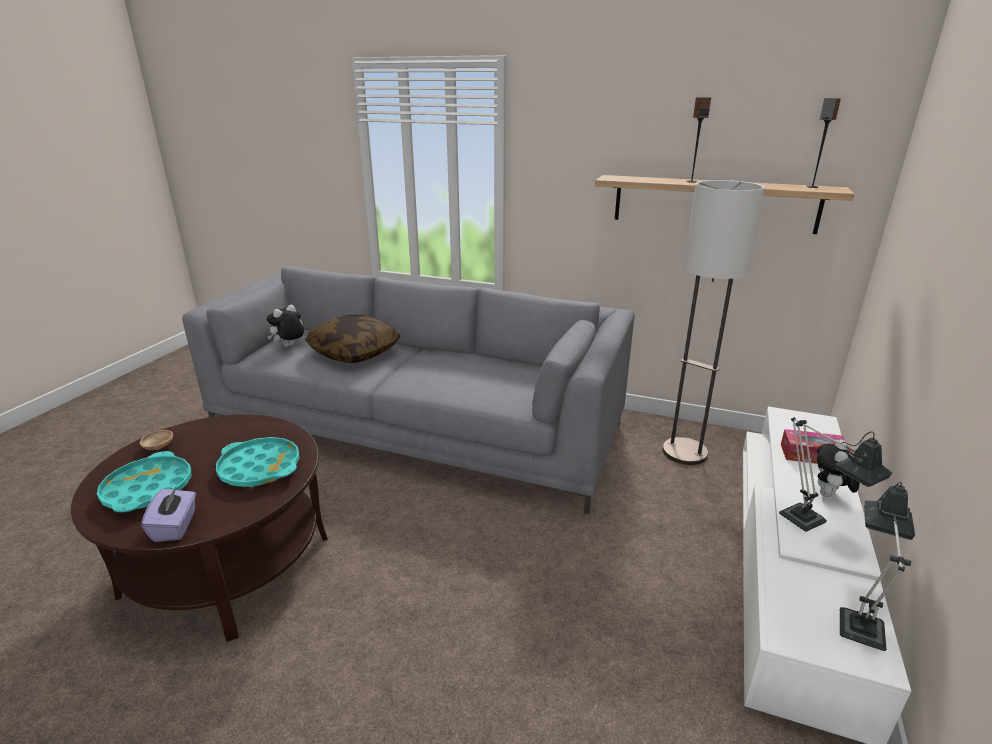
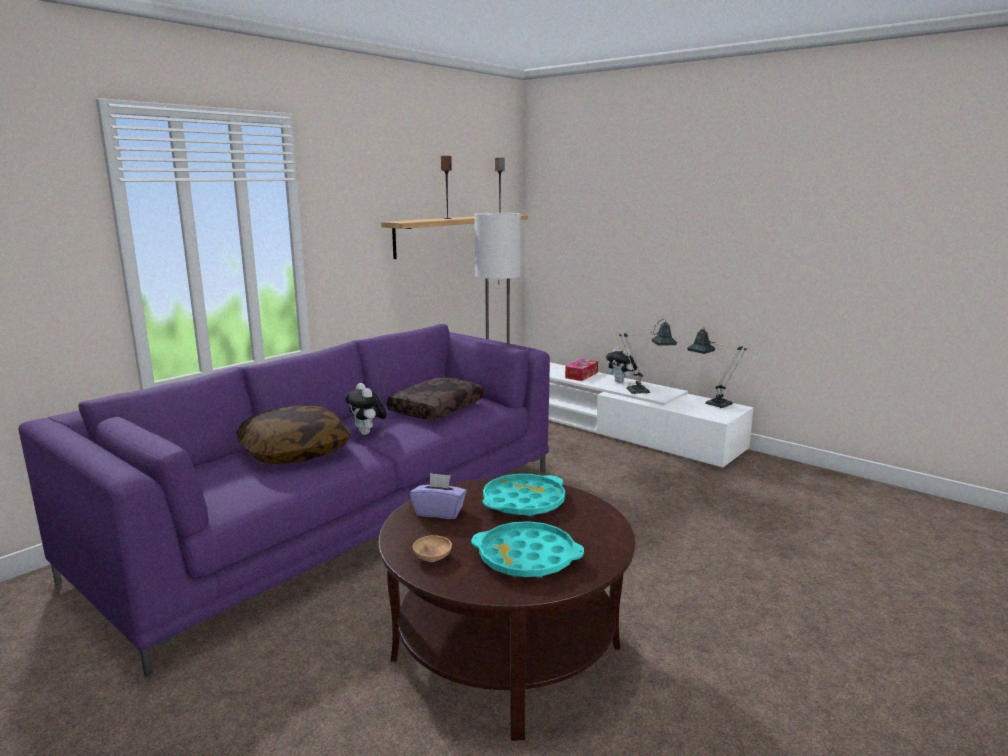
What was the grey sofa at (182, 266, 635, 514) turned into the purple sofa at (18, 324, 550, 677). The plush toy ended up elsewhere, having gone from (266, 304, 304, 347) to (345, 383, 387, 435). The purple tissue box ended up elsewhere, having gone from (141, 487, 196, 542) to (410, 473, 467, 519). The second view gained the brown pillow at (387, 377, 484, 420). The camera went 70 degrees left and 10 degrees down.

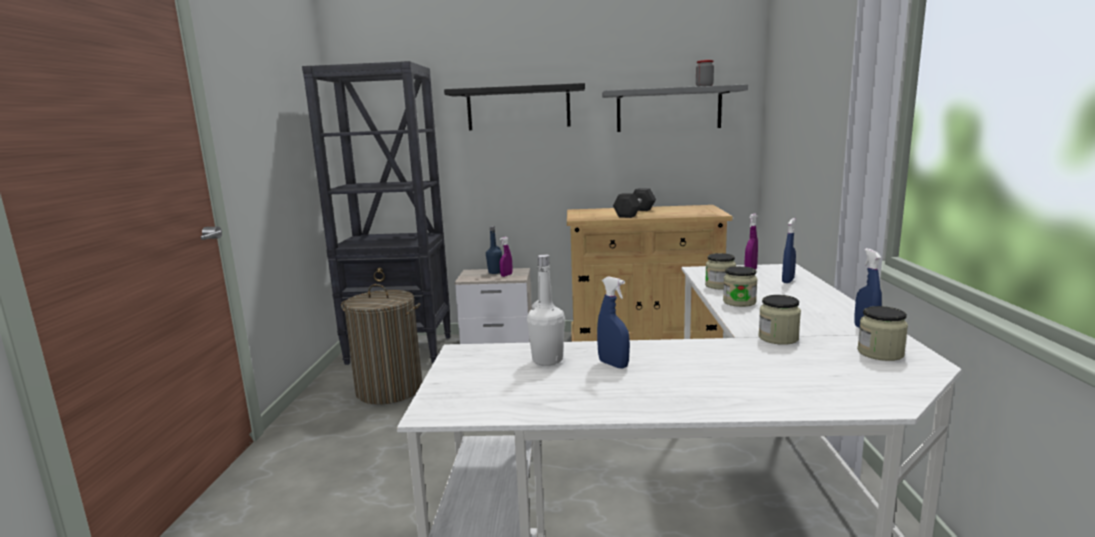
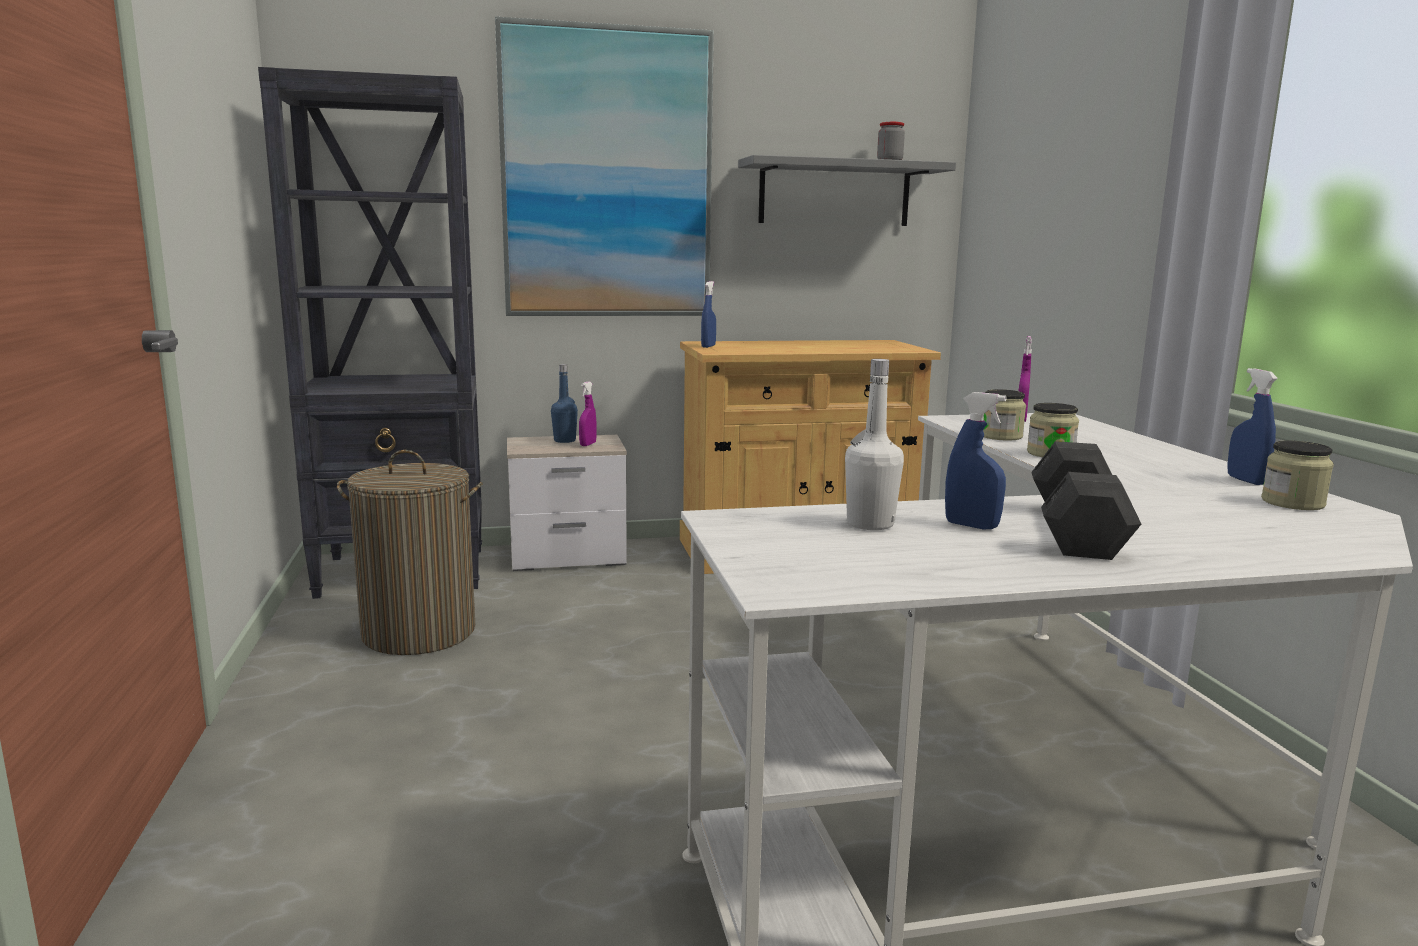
Where the black shelf hung at (444, 83, 585, 130), the picture came to hang at (495, 16, 714, 316). The grey dumbbell ended up elsewhere, having gone from (613, 188, 656, 218) to (1031, 441, 1141, 560). The blue spray bottle ended up elsewhere, having gone from (782, 218, 796, 283) to (701, 281, 716, 348). The second view lost the jar at (758, 295, 801, 345). The camera went 15 degrees left and 0 degrees up.

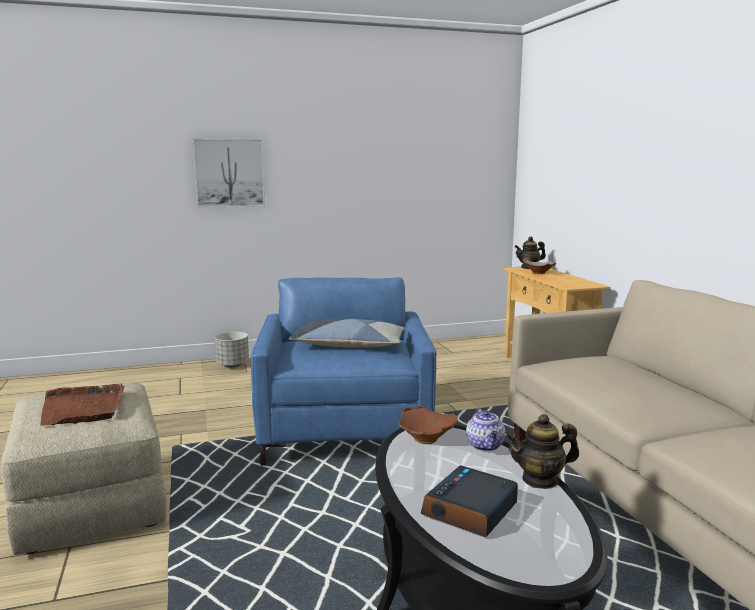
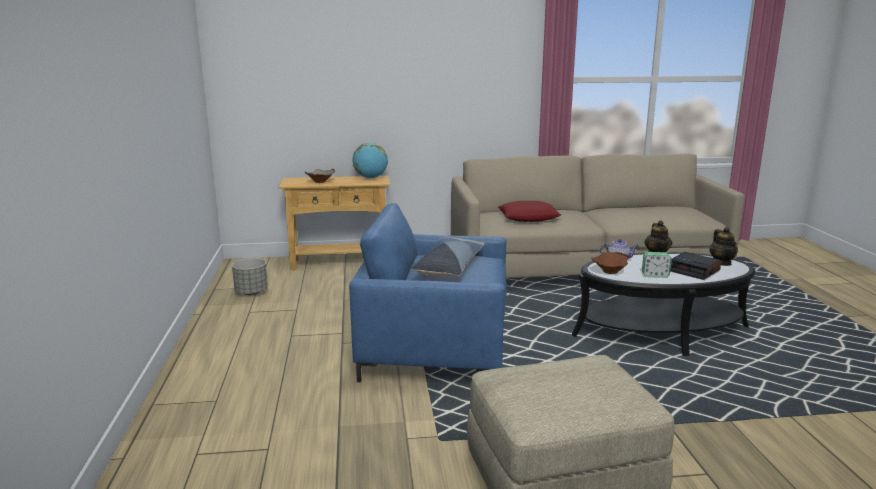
The second view lost the picture at (193, 138, 265, 208). The teapot ended up elsewhere, having gone from (514, 236, 546, 269) to (709, 227, 738, 266). The grey planter ended up elsewhere, having gone from (215, 332, 249, 367) to (232, 258, 268, 295). The second view lost the brown tray at (40, 383, 125, 426). The second view gained the globe at (352, 143, 388, 178). The second view gained the red pillow at (498, 201, 561, 222). The second view gained the alarm clock at (642, 252, 672, 278). The camera went 80 degrees left and 5 degrees up.

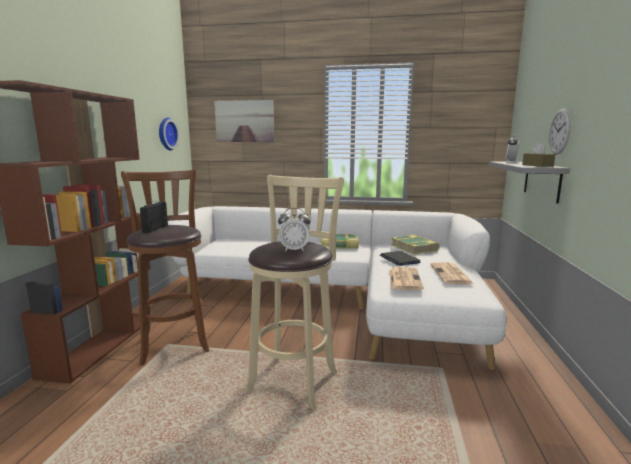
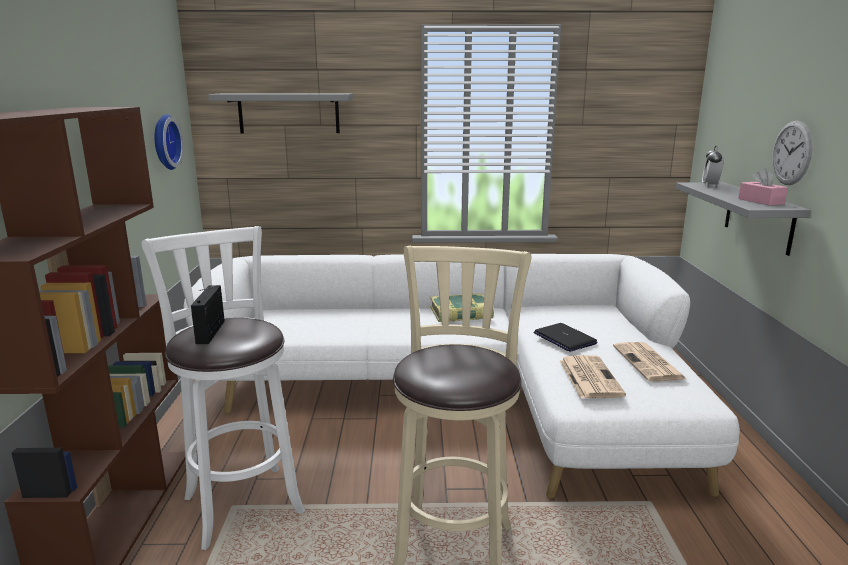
Where the picture hung at (214, 100, 274, 142), the grey shelf came to hang at (208, 93, 353, 133). What was the brown tissue box at (522, 142, 555, 167) turned into the pink tissue box at (738, 168, 788, 205). What was the brown stool at (121, 170, 210, 365) turned into the white stool at (141, 226, 305, 550). The second view lost the alarm clock at (278, 208, 311, 252). The second view lost the book at (391, 235, 440, 254). The camera went 10 degrees left and 5 degrees up.

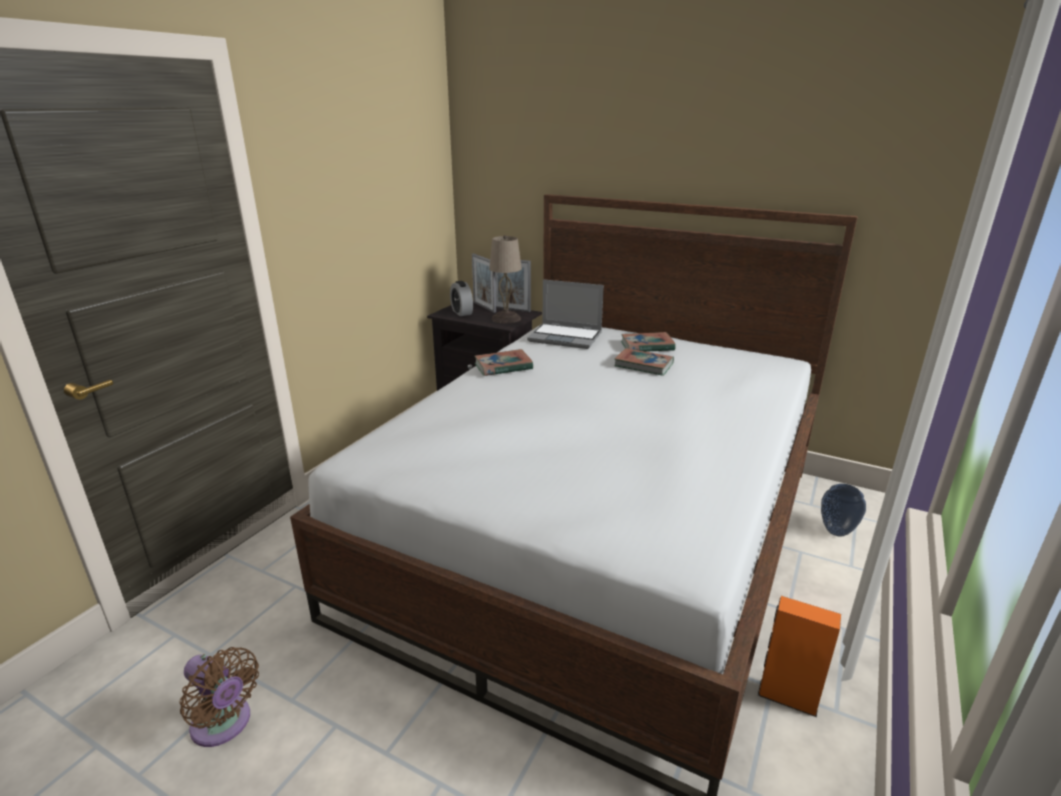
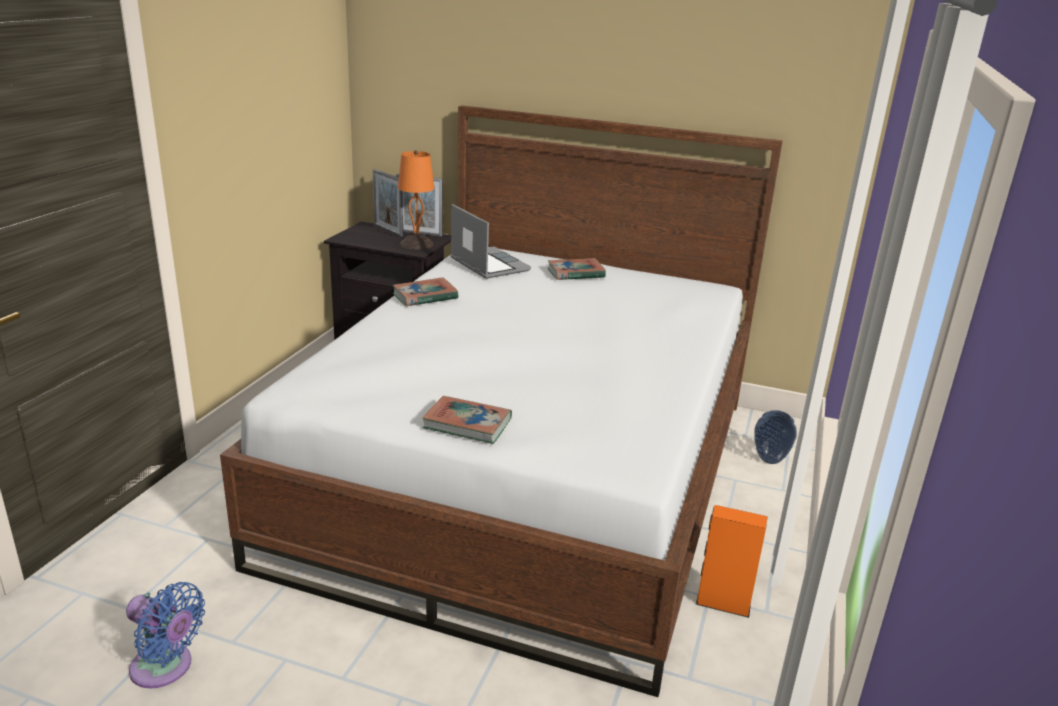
What was the beige table lamp at (489, 235, 522, 324) turned into the orange table lamp at (398, 151, 434, 250). The laptop at (527, 279, 604, 349) ended up facing another way, 135 degrees counterclockwise from before. The second view lost the alarm clock at (450, 281, 473, 316). The book ended up elsewhere, having gone from (614, 348, 674, 376) to (422, 396, 512, 444). What was the brown fan at (179, 647, 259, 747) turned into the blue fan at (126, 582, 205, 689). The camera went 10 degrees left and 0 degrees up.

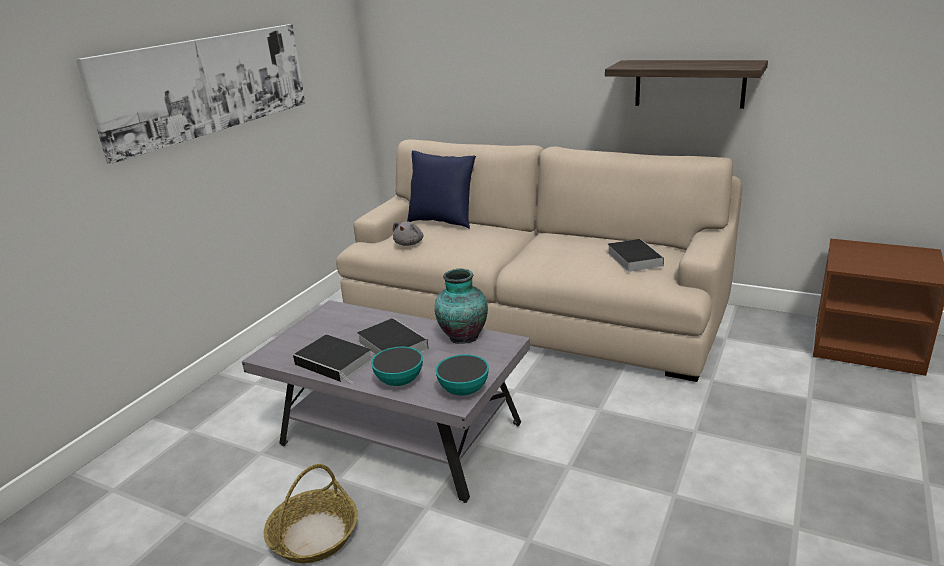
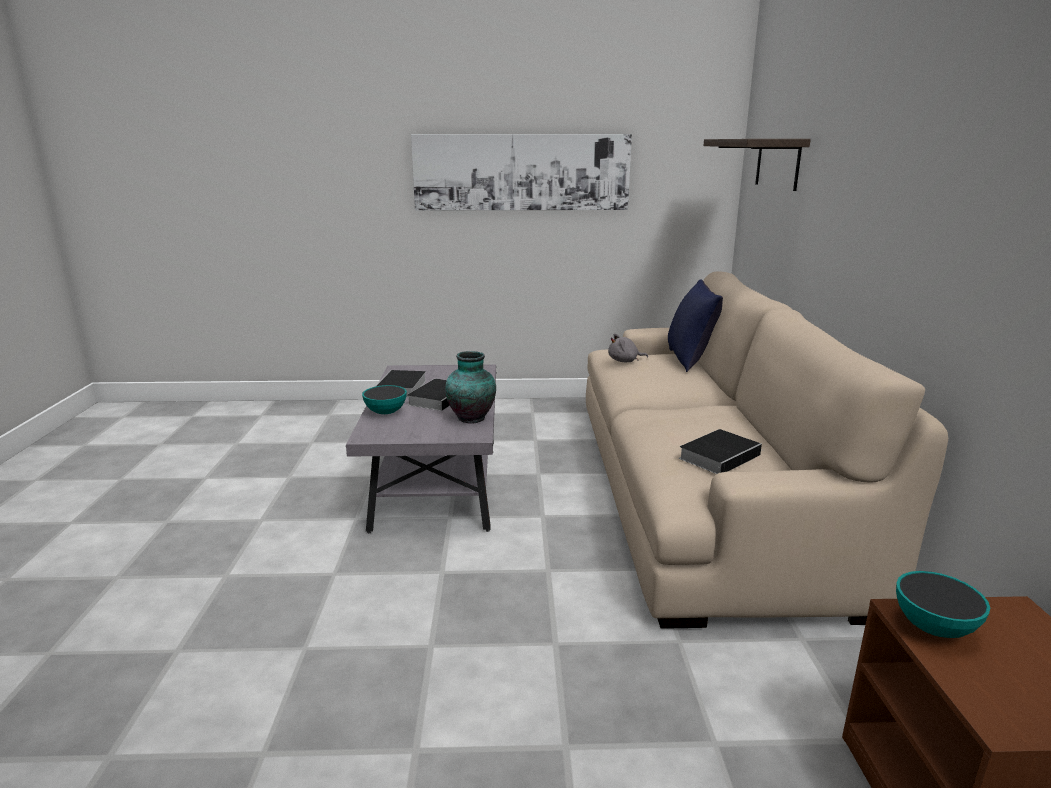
The shelf ended up elsewhere, having gone from (605, 60, 768, 109) to (704, 139, 811, 191). The bowl ended up elsewhere, having gone from (435, 354, 489, 396) to (896, 571, 990, 638). The second view lost the basket at (264, 464, 358, 563). The camera went 60 degrees right and 5 degrees down.

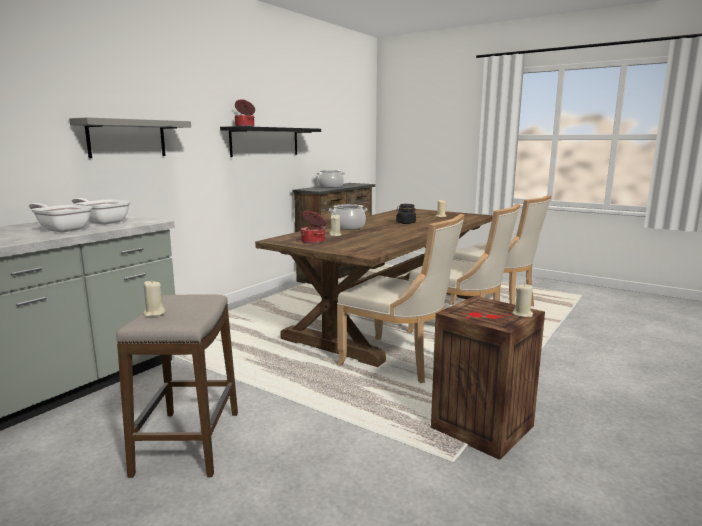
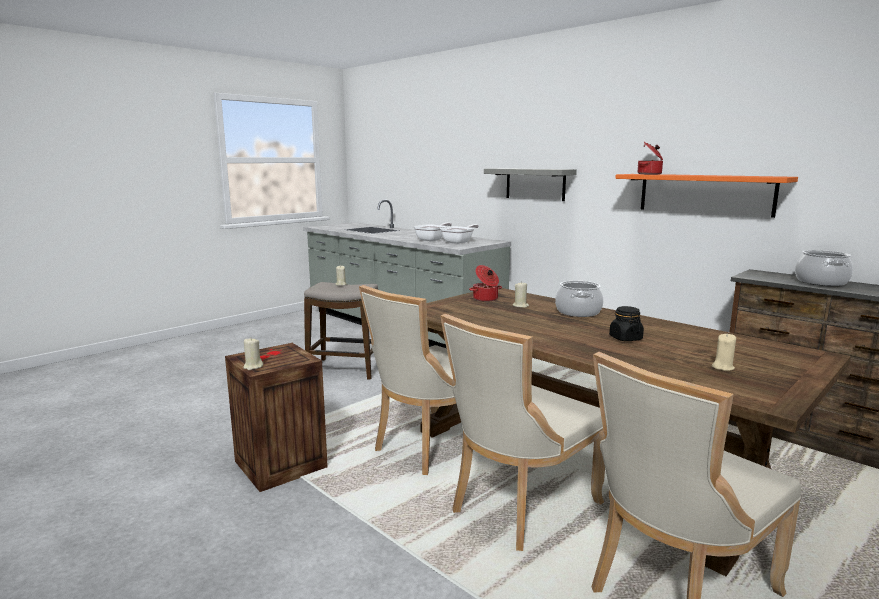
What was the black shelf at (220, 126, 321, 157) turned into the orange shelf at (615, 174, 798, 218). The camera went 100 degrees right and 0 degrees up.

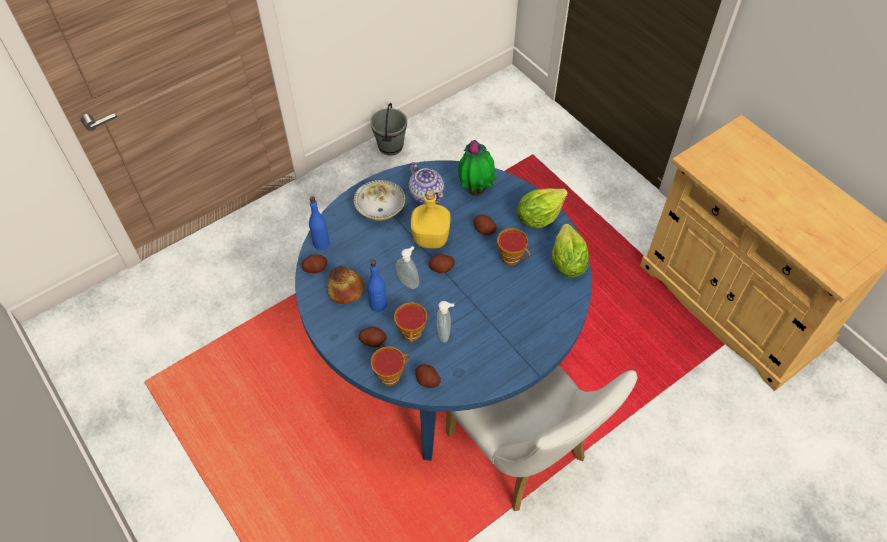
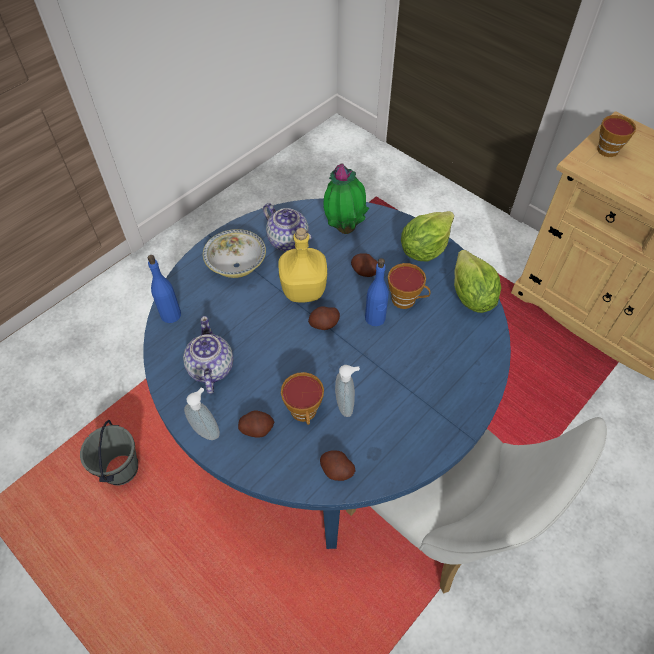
The grey bucket ended up elsewhere, having gone from (370, 103, 407, 156) to (80, 420, 138, 485). The soap dispenser ended up elsewhere, having gone from (396, 246, 419, 289) to (184, 387, 220, 440). The second view lost the potato at (302, 254, 327, 273). The blue bottle ended up elsewhere, having gone from (367, 260, 387, 312) to (365, 258, 389, 326). Where the bread stood at (327, 266, 364, 304), the teapot came to stand at (183, 316, 234, 394). The cup ended up elsewhere, having gone from (371, 346, 410, 386) to (597, 115, 636, 157). The camera went 10 degrees left and 0 degrees up.

